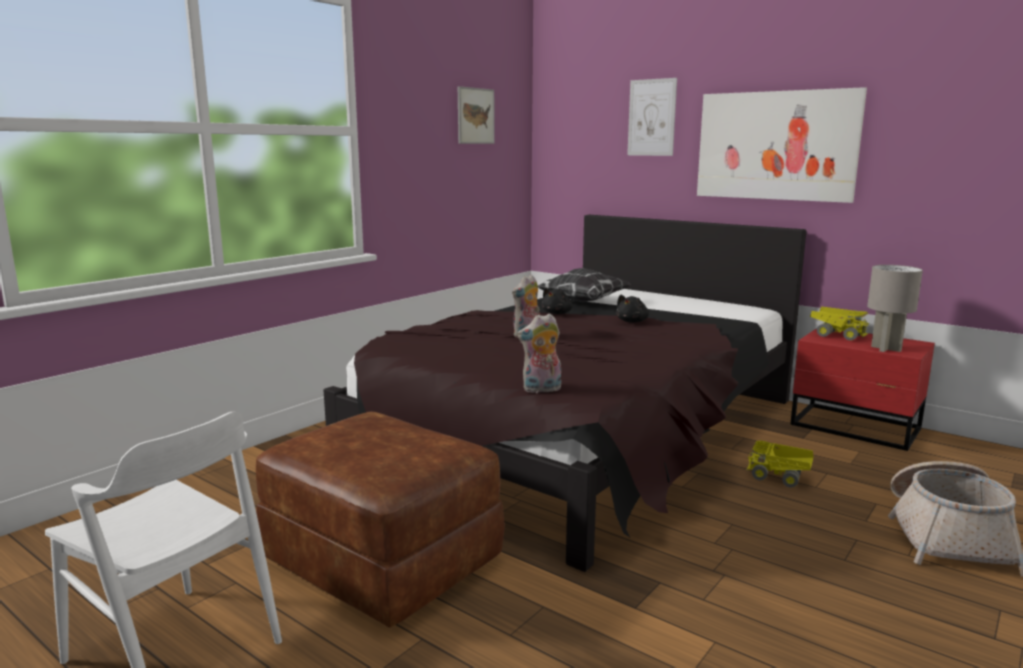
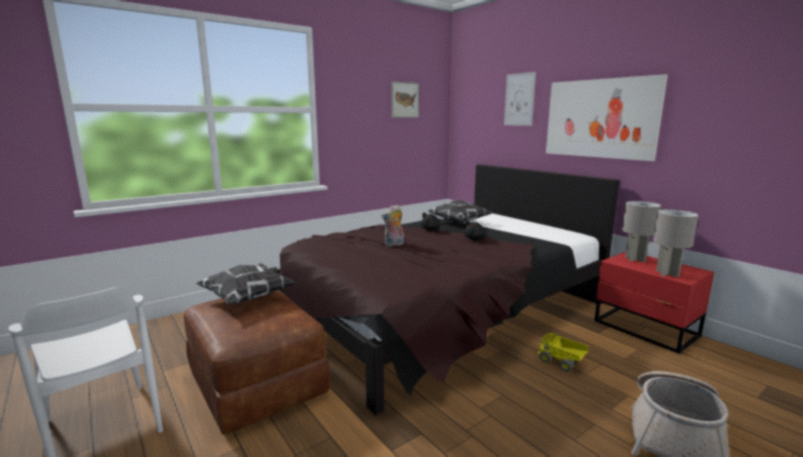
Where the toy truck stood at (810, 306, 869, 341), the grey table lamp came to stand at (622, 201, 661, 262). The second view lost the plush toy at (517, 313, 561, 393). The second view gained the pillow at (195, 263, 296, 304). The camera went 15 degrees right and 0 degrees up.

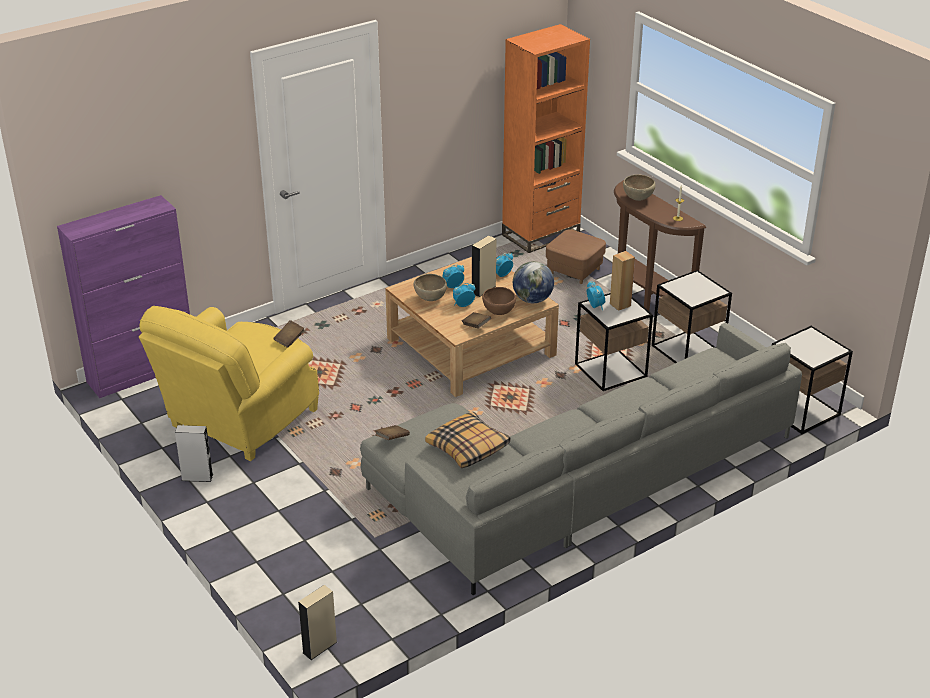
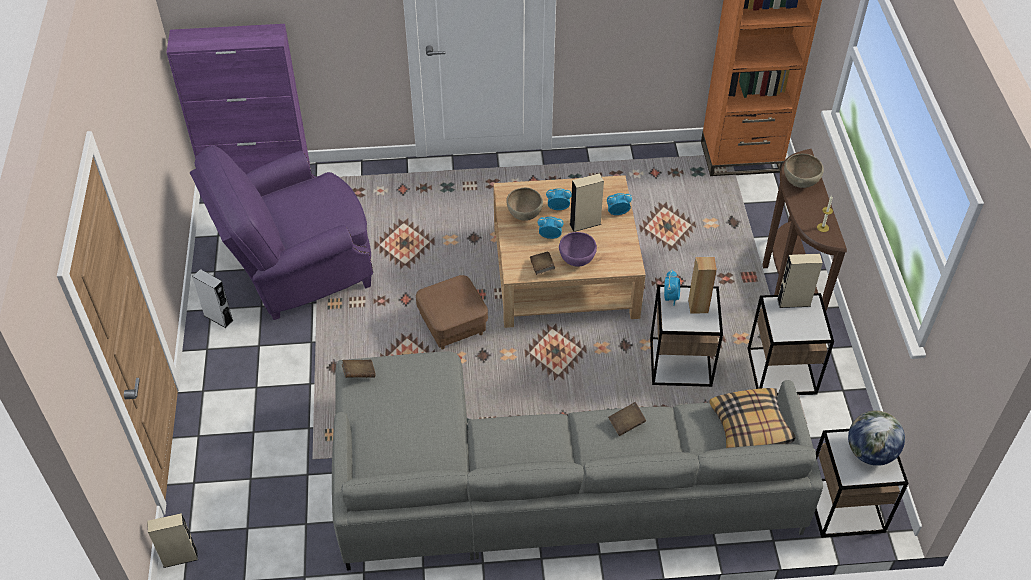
The brown ottoman ended up elsewhere, having gone from (546, 230, 606, 284) to (416, 275, 488, 350). The globe ended up elsewhere, having gone from (513, 261, 554, 303) to (848, 411, 905, 466). What was the brown bowl at (482, 287, 516, 315) turned into the purple bowl at (559, 232, 597, 267). What was the yellow armchair at (139, 306, 319, 461) turned into the purple armchair at (190, 145, 373, 320). The brown book ended up elsewhere, having gone from (274, 320, 304, 348) to (608, 402, 646, 436). The pillow ended up elsewhere, having gone from (425, 412, 511, 468) to (709, 388, 796, 448). The second view gained the beige speaker at (777, 254, 823, 308). The camera went 30 degrees right and 15 degrees up.

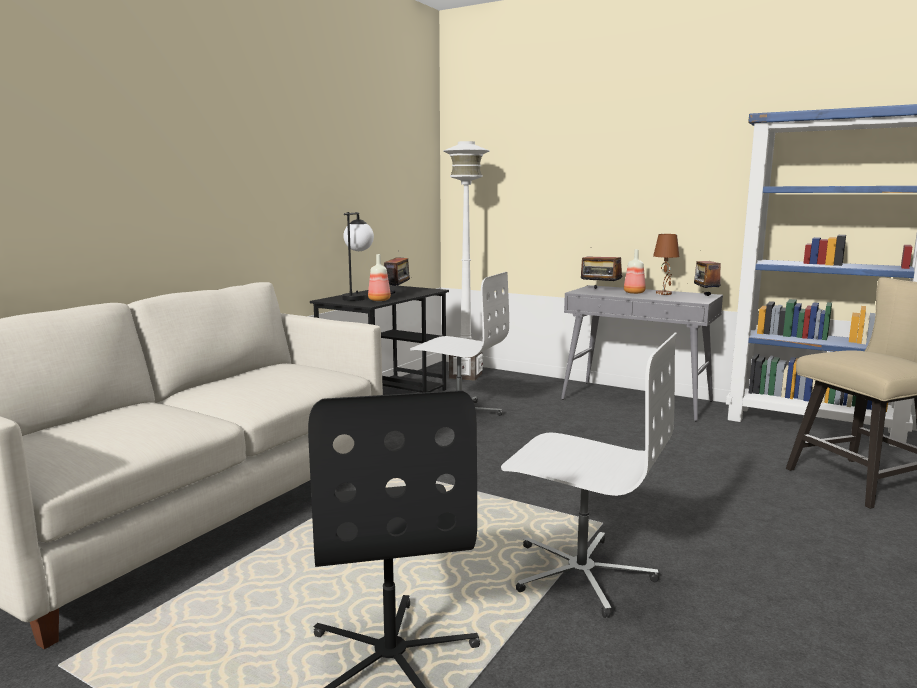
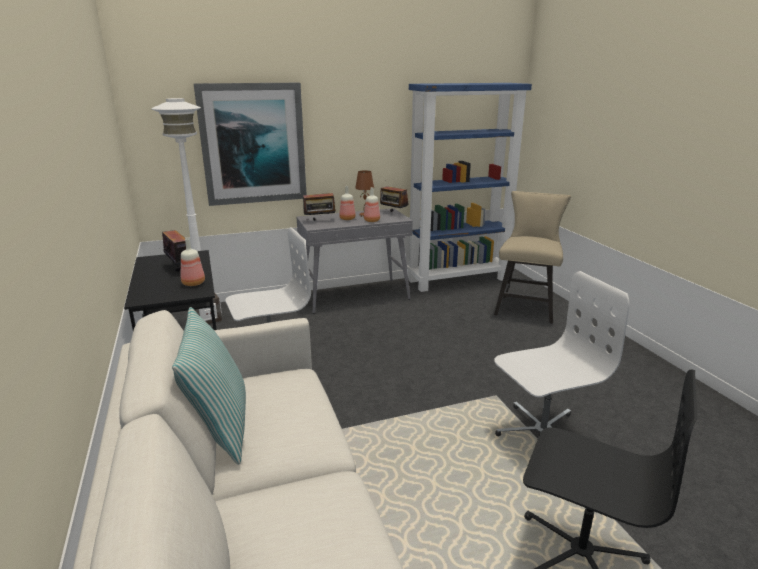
The second view lost the table lamp at (342, 212, 374, 301). The second view gained the picture at (194, 83, 307, 206). The second view gained the bottle at (364, 187, 380, 222). The second view gained the pillow at (172, 307, 246, 465). The camera went 50 degrees left and 10 degrees up.

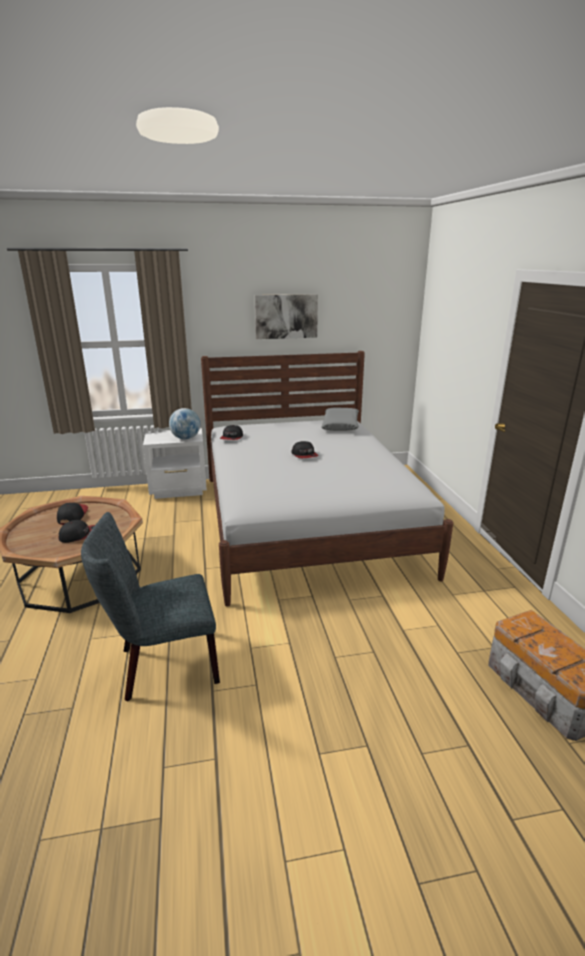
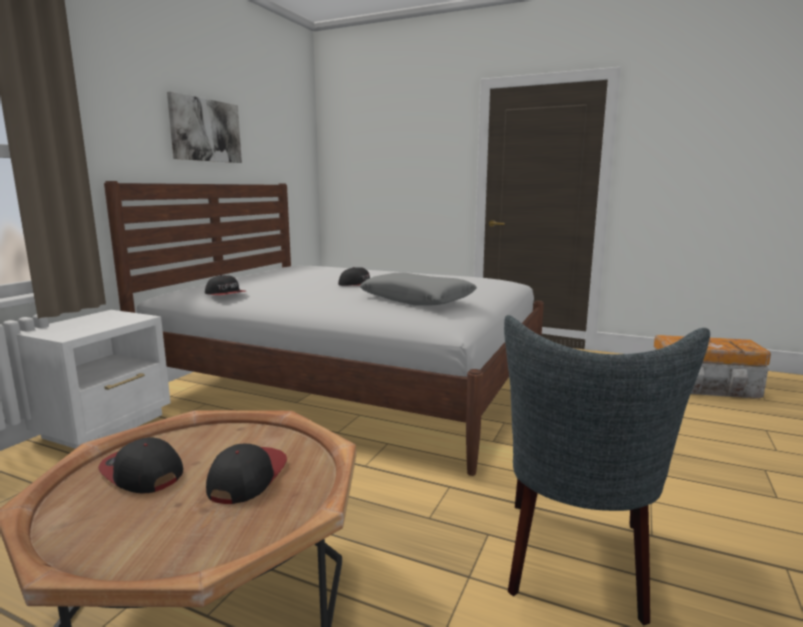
The grey pillow ended up elsewhere, having gone from (321, 407, 359, 431) to (360, 272, 477, 306). The second view lost the globe at (169, 408, 200, 439). The camera went 55 degrees left and 10 degrees down.

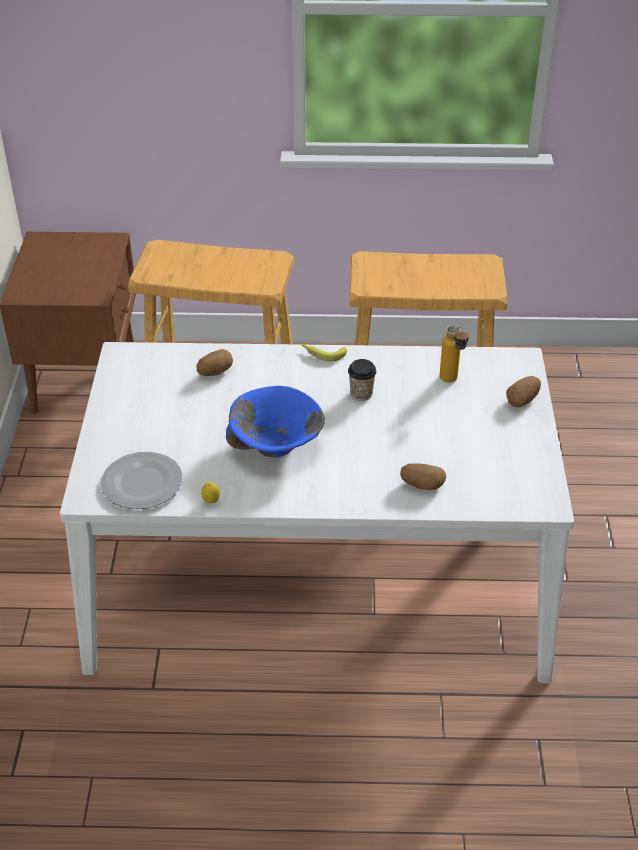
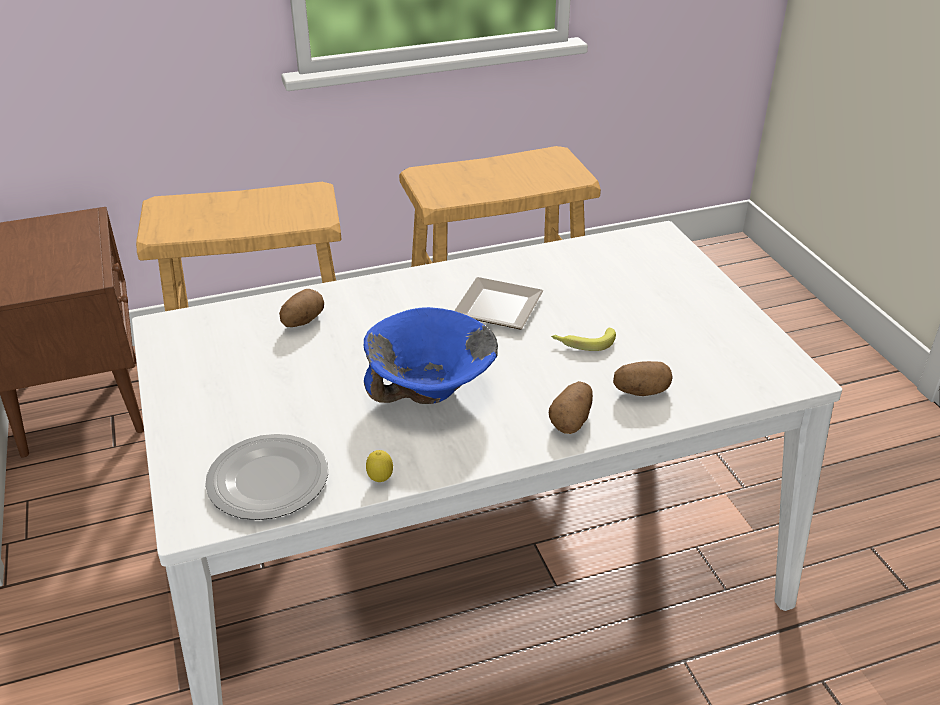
The second view lost the bottle at (440, 326, 469, 382). The banana ended up elsewhere, having gone from (301, 344, 347, 362) to (551, 328, 616, 351). Where the cup stood at (348, 359, 376, 401), the plate came to stand at (454, 277, 543, 330). The potato ended up elsewhere, having gone from (506, 376, 541, 408) to (549, 381, 593, 434). The camera went 20 degrees left and 5 degrees down.

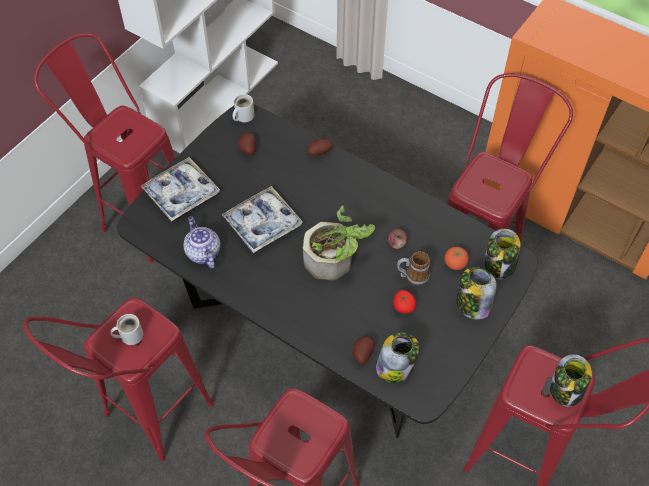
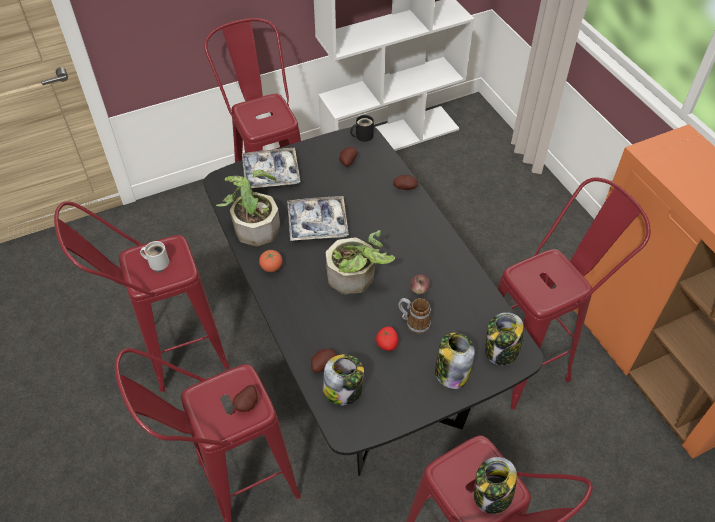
What was the white mug at (232, 94, 254, 122) turned into the black mug at (350, 115, 374, 142). Where the teapot stood at (184, 216, 221, 269), the potted plant came to stand at (216, 170, 281, 247). The tomato ended up elsewhere, having gone from (445, 247, 469, 270) to (259, 250, 282, 272). The second view gained the potato at (233, 385, 258, 412). The camera went 30 degrees right and 5 degrees down.

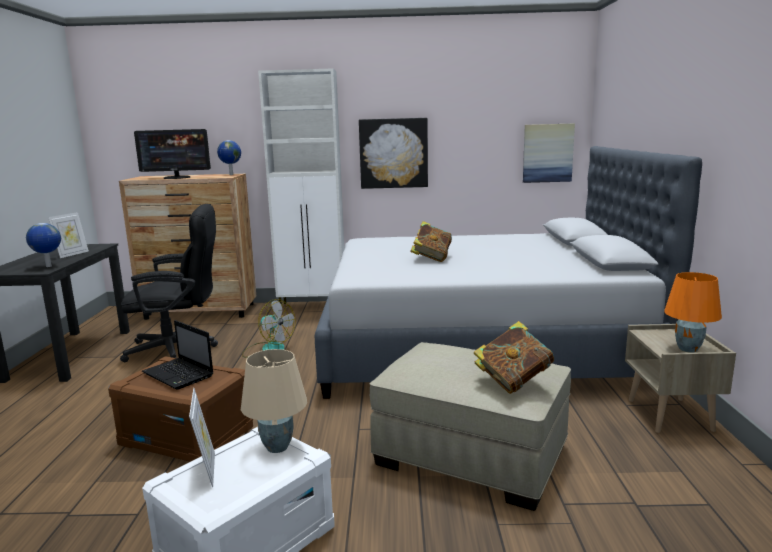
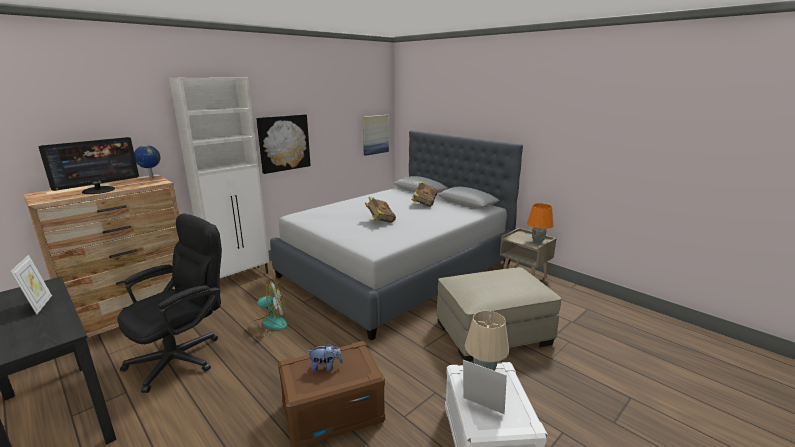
The second view lost the globe at (26, 223, 61, 267). Where the laptop stood at (142, 320, 214, 390), the plush toy came to stand at (308, 343, 343, 372). The book ended up elsewhere, having gone from (474, 321, 554, 394) to (411, 181, 438, 207). The camera went 45 degrees left and 5 degrees up.

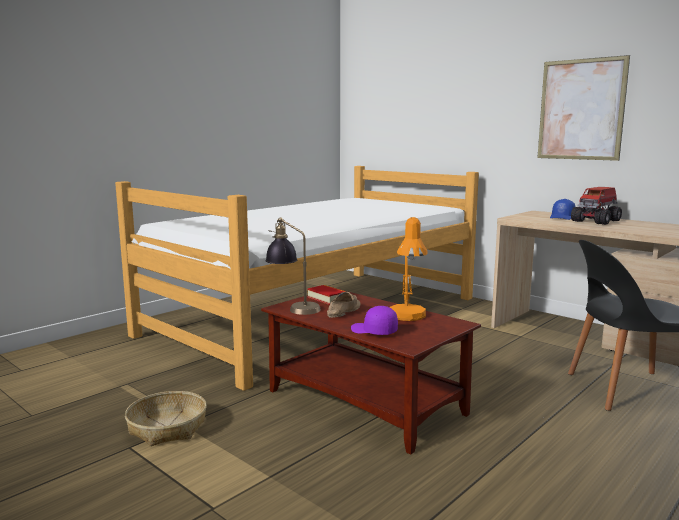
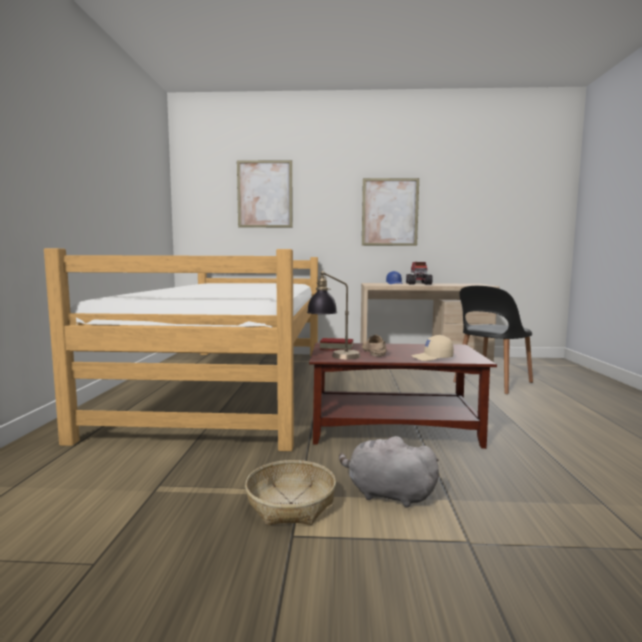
The second view lost the orange table lamp at (390, 217, 428, 321). What was the purple cap at (351, 306, 398, 335) turned into the beige cap at (411, 335, 454, 361). The second view gained the picture at (237, 160, 293, 228). The second view gained the grey plush toy at (339, 436, 439, 508). The camera went 40 degrees left and 5 degrees down.

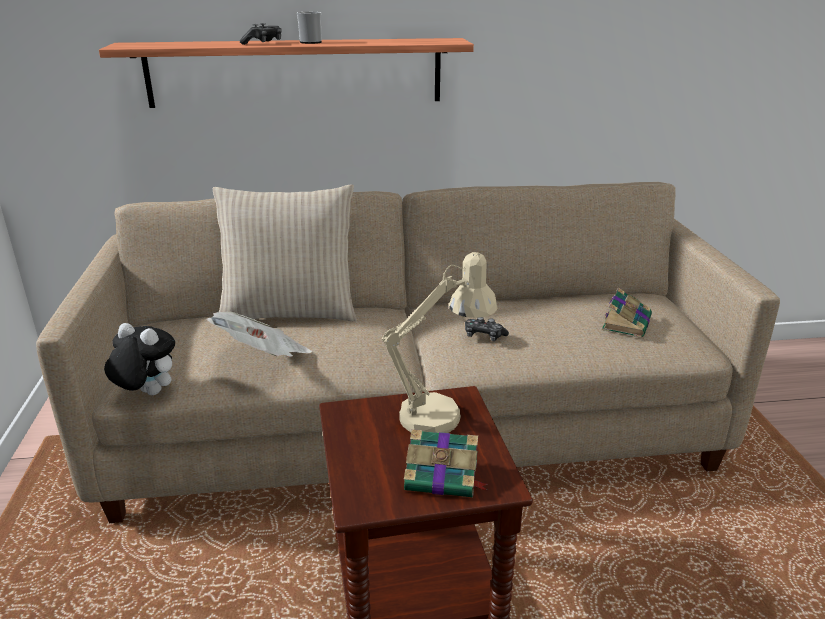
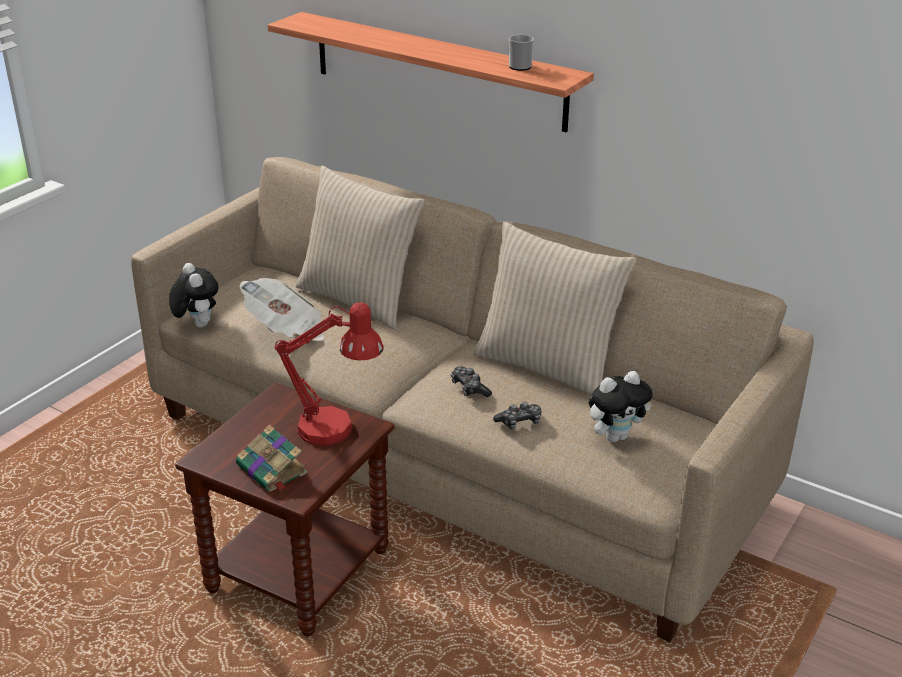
The mug ended up elsewhere, having gone from (297, 12, 322, 44) to (509, 35, 534, 71). The game controller ended up elsewhere, having gone from (240, 23, 282, 45) to (493, 402, 541, 430). What was the beige table lamp at (382, 252, 498, 433) turned into the red table lamp at (275, 302, 383, 446). Where the book stood at (602, 287, 652, 338), the plush toy came to stand at (589, 371, 653, 442). The second view gained the beige pillow at (473, 222, 636, 396). The camera went 40 degrees right and 5 degrees up.

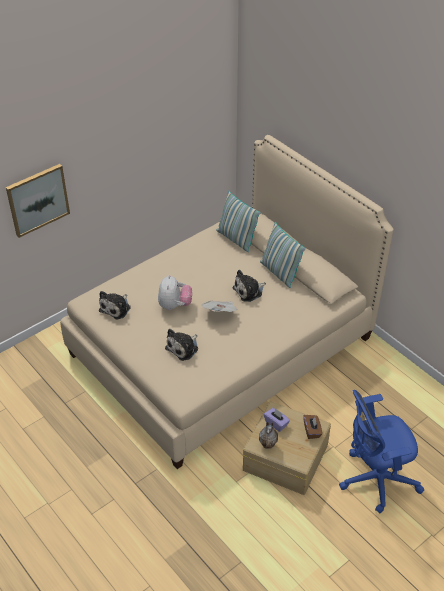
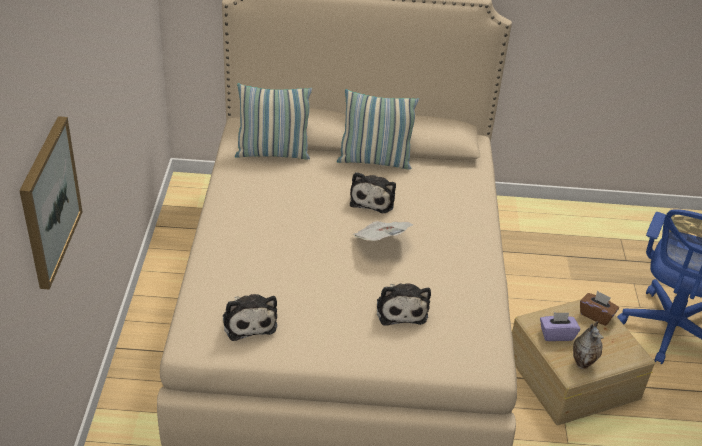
The second view lost the plush toy at (158, 275, 192, 310). The camera went 50 degrees left and 5 degrees down.

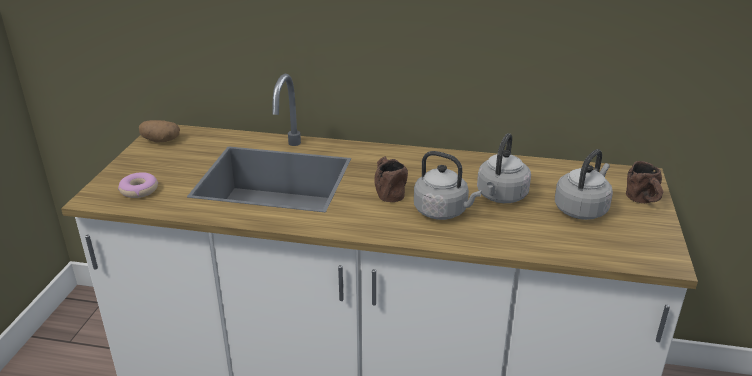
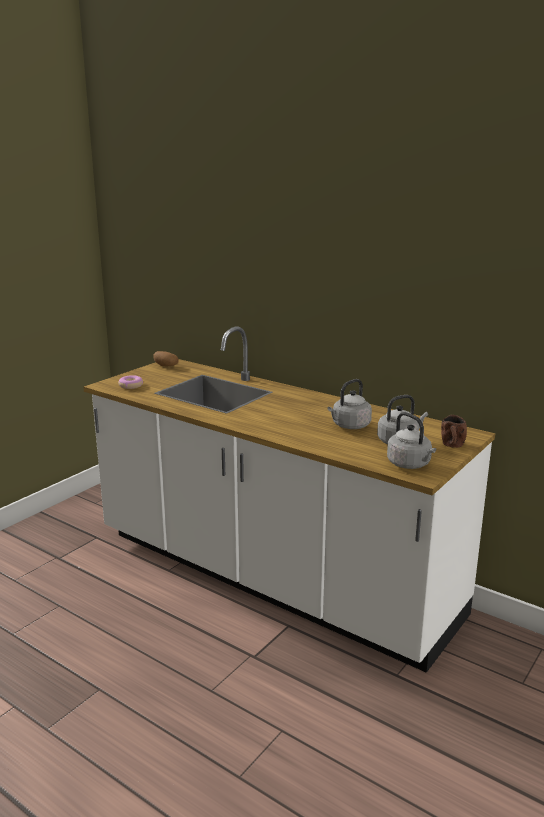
The grey kettle ended up elsewhere, having gone from (414, 151, 482, 220) to (387, 412, 436, 469). The second view lost the brown mug at (375, 156, 408, 202). The camera went 25 degrees right and 10 degrees down.

